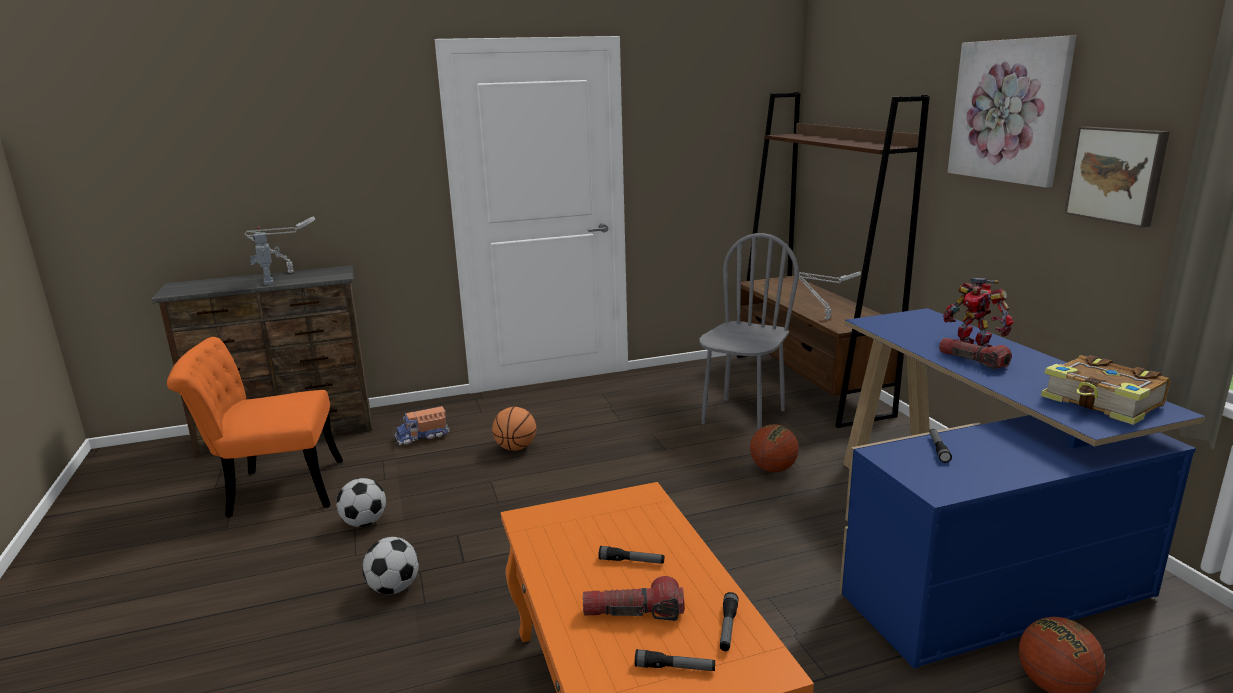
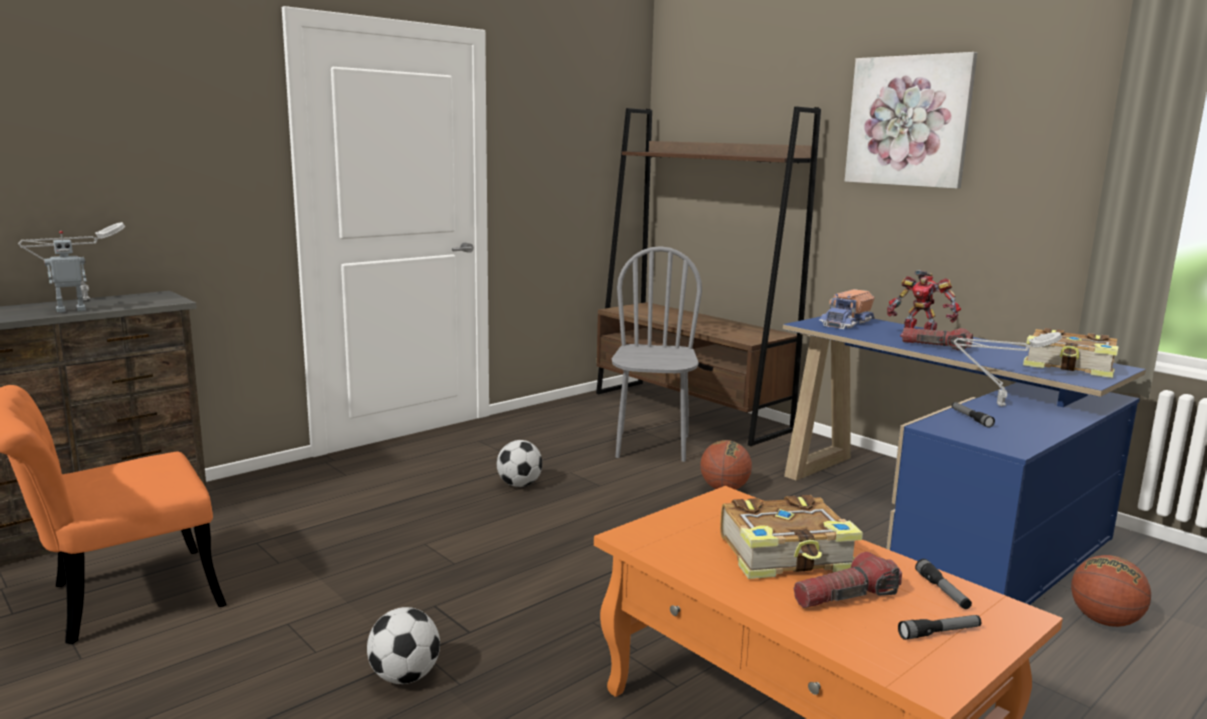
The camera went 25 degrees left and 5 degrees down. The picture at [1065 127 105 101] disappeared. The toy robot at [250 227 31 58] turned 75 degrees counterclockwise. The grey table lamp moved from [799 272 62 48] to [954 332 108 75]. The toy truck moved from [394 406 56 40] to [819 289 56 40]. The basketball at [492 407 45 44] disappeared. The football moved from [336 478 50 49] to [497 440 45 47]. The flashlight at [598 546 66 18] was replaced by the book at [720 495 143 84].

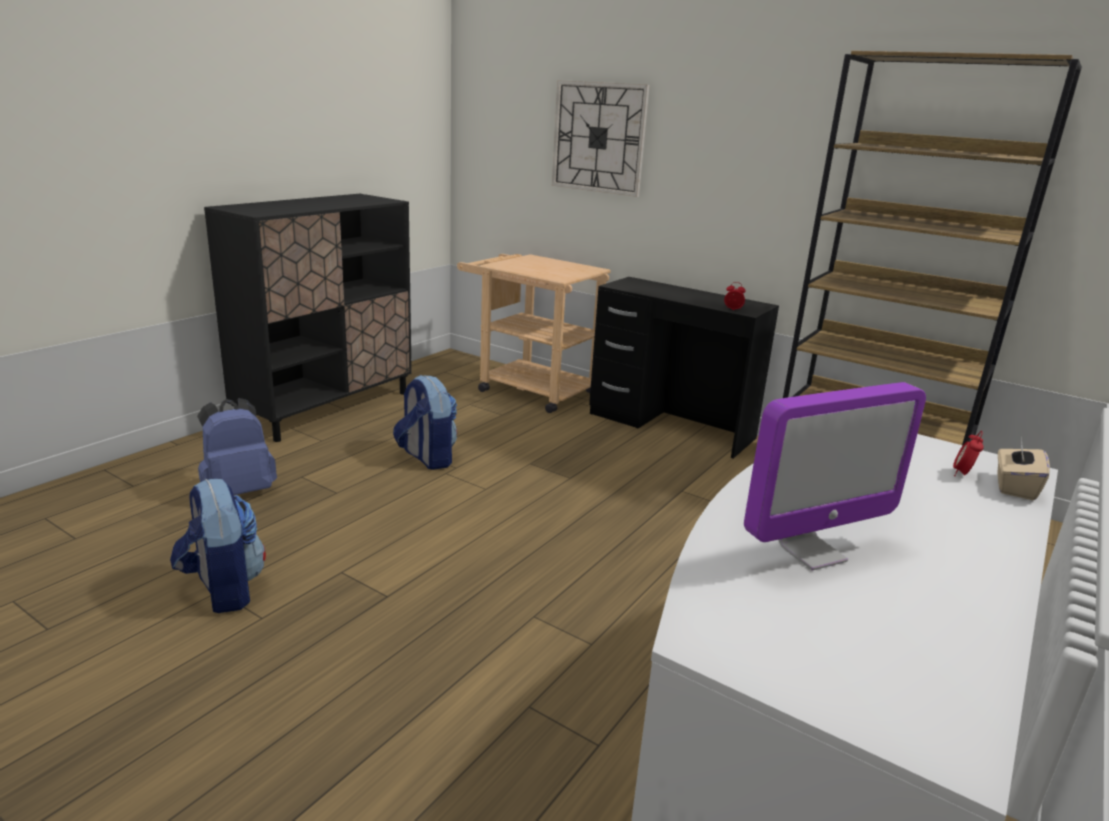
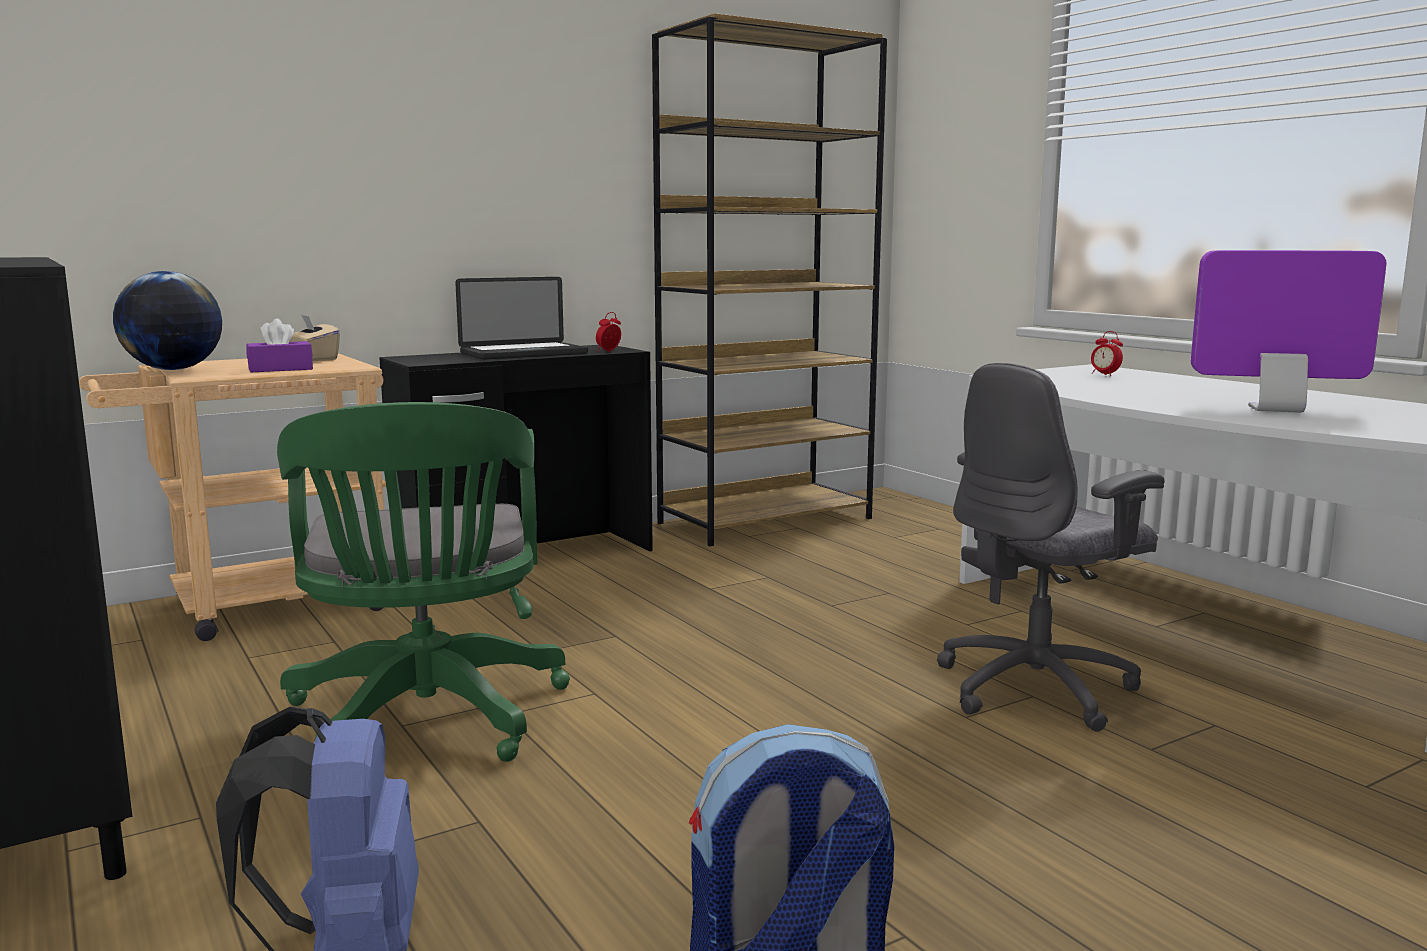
The camera went 65 degrees left and 10 degrees down. The wall clock at [552 80 98 117] disappeared. The backpack at [393 375 64 95] was replaced by the green office chair at [277 402 293 360]. The monitor at [744 382 182 188] turned 75 degrees counterclockwise. The beige tissue box moved from [997 436 53 64] to [289 314 51 47]. The globe at [113 271 109 99] appeared. The laptop at [455 277 133 83] appeared. The purple tissue box at [246 318 67 54] appeared. The grey office chair at [937 363 227 369] appeared.

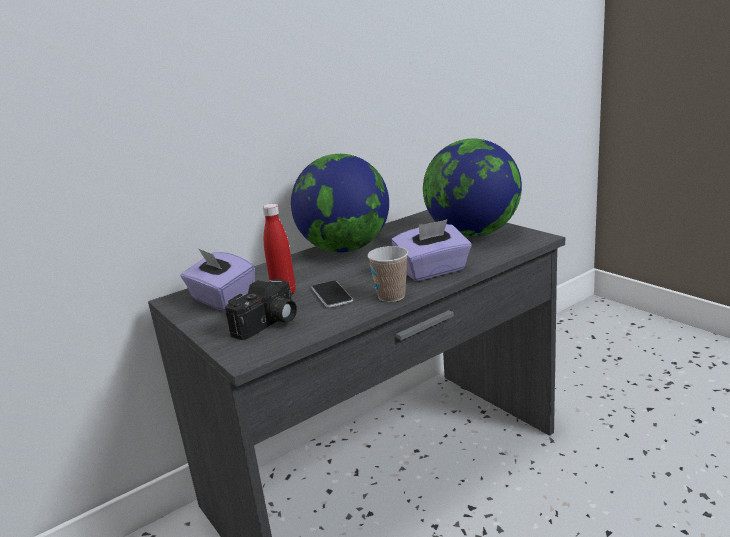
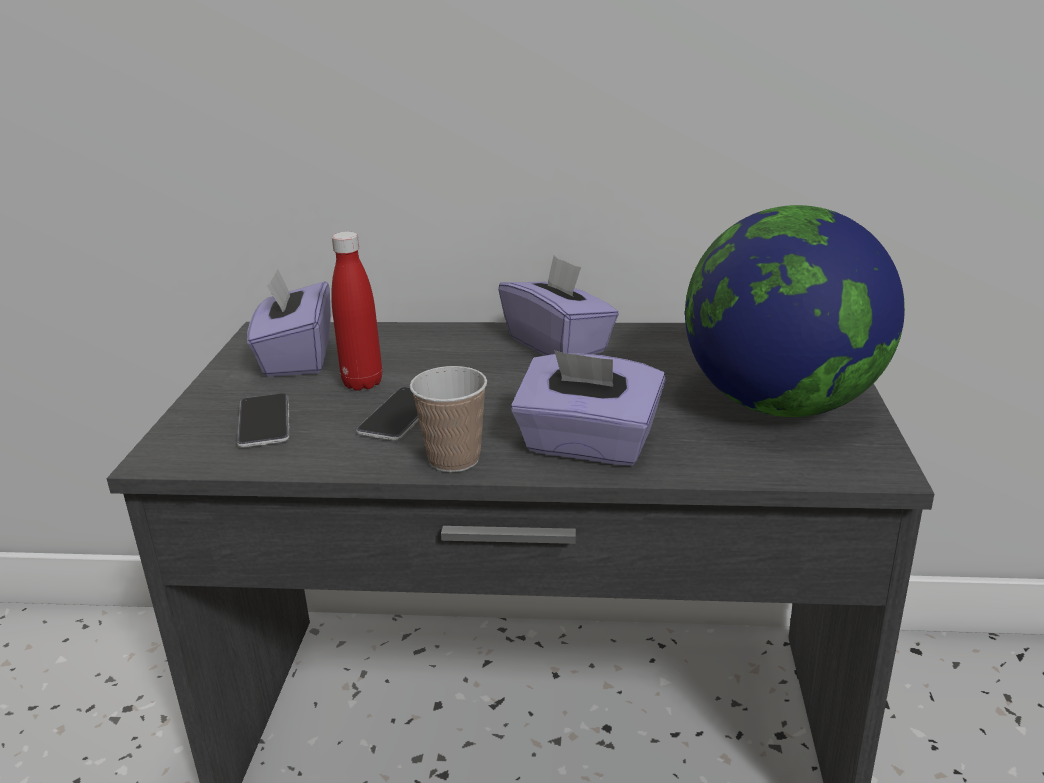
The camera went 40 degrees right and 5 degrees up. The globe at [291 154 98 99] was replaced by the purple tissue box at [498 255 121 101]. The photo camera at [225 279 72 61] was replaced by the phone at [237 393 52 55].

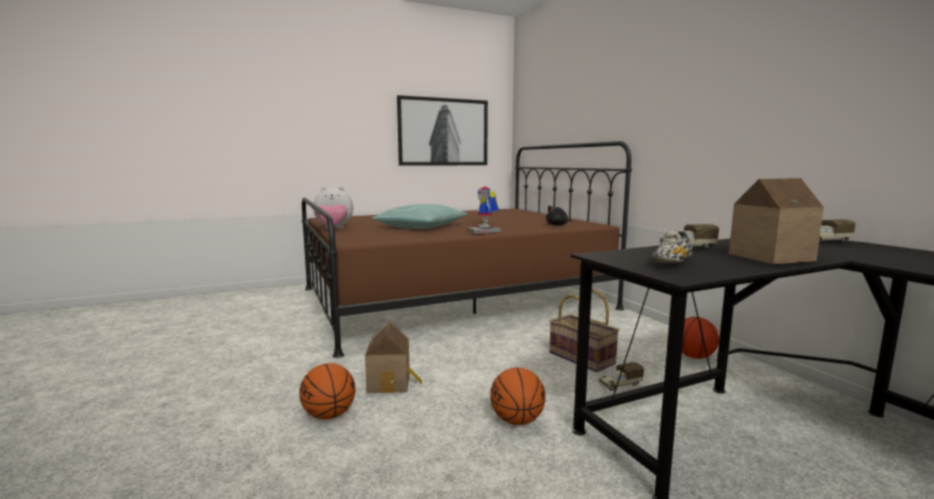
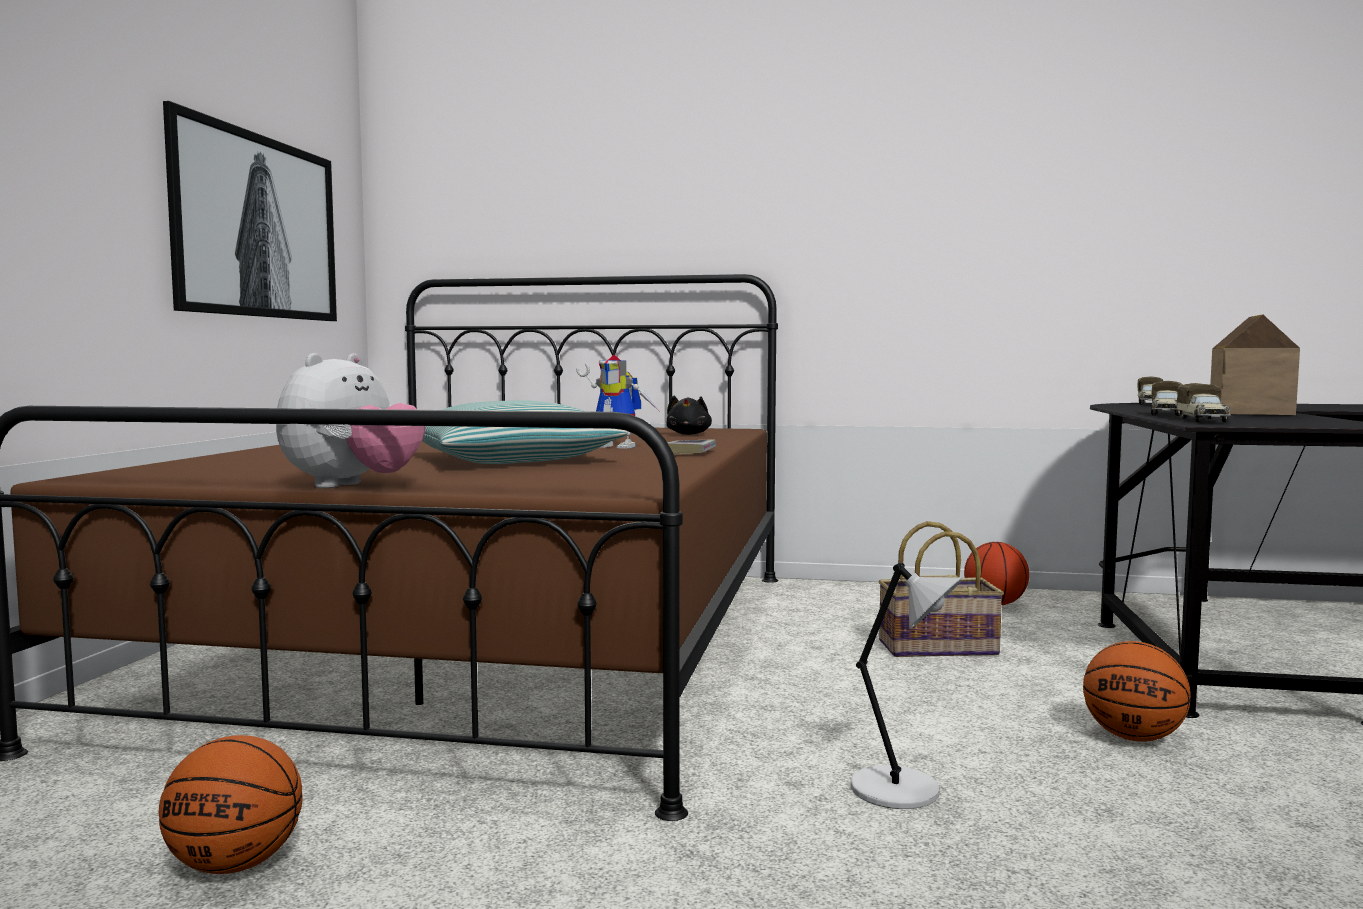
The camera went 55 degrees left and 5 degrees down. The shoe at [651 230 41 33] disappeared. The toy house at [365 322 57 71] was replaced by the grey table lamp at [851 562 111 247]. The toy truck moved from [599 362 45 29] to [1177 383 54 40]. The basketball moved from [299 363 56 56] to [159 735 143 139].

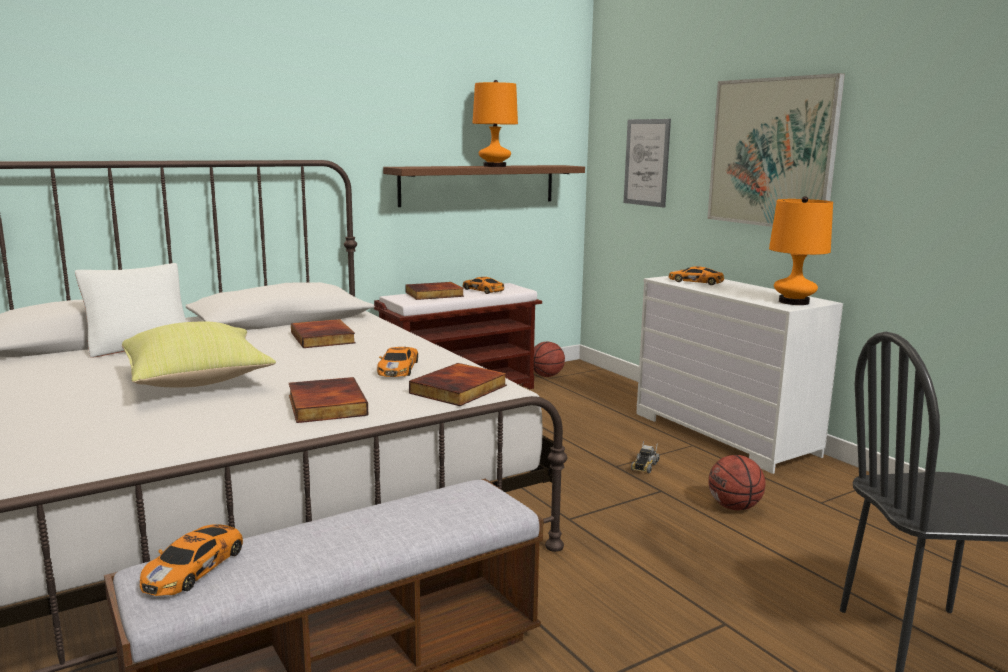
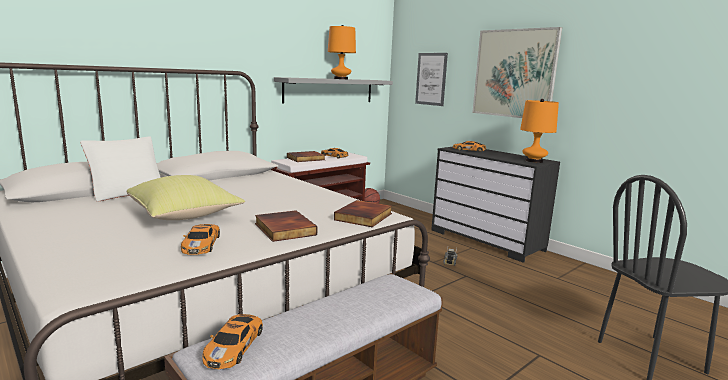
The camera went 10 degrees left and 0 degrees up. The brown shelf at [383 165 202 42] became the grey shelf at [274 77 119 26]. The white dresser at [636 276 207 198] became the black dresser at [431 147 129 116]. The book at [291 319 65 29] disappeared. The toy car moved from [377 347 41 30] to [181 224 39 31]. The basketball at [709 455 56 55] disappeared.

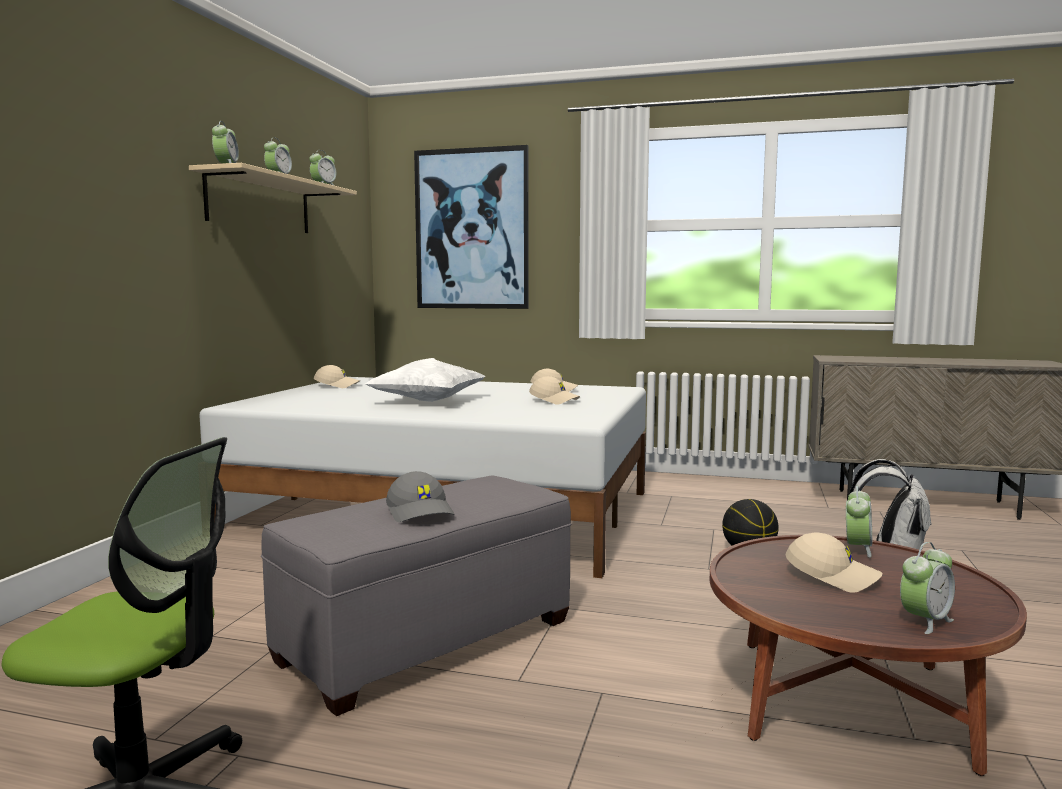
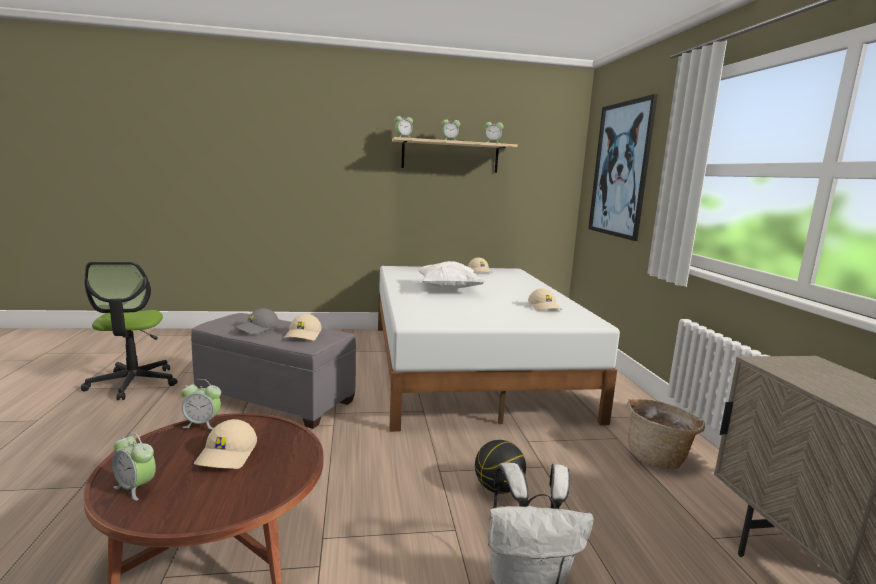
The camera went 65 degrees right and 5 degrees up. The beige cap moved from [529 376 51 29] to [284 314 38 26]. The alarm clock moved from [846 486 26 71] to [181 379 40 50]. The basket at [627 399 78 70] appeared.

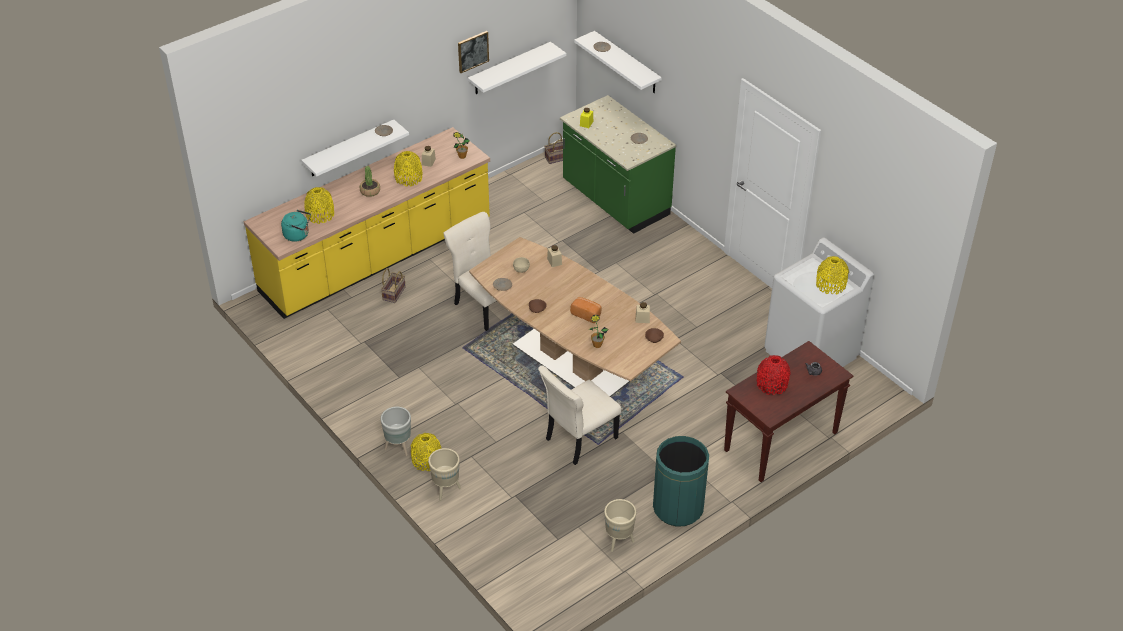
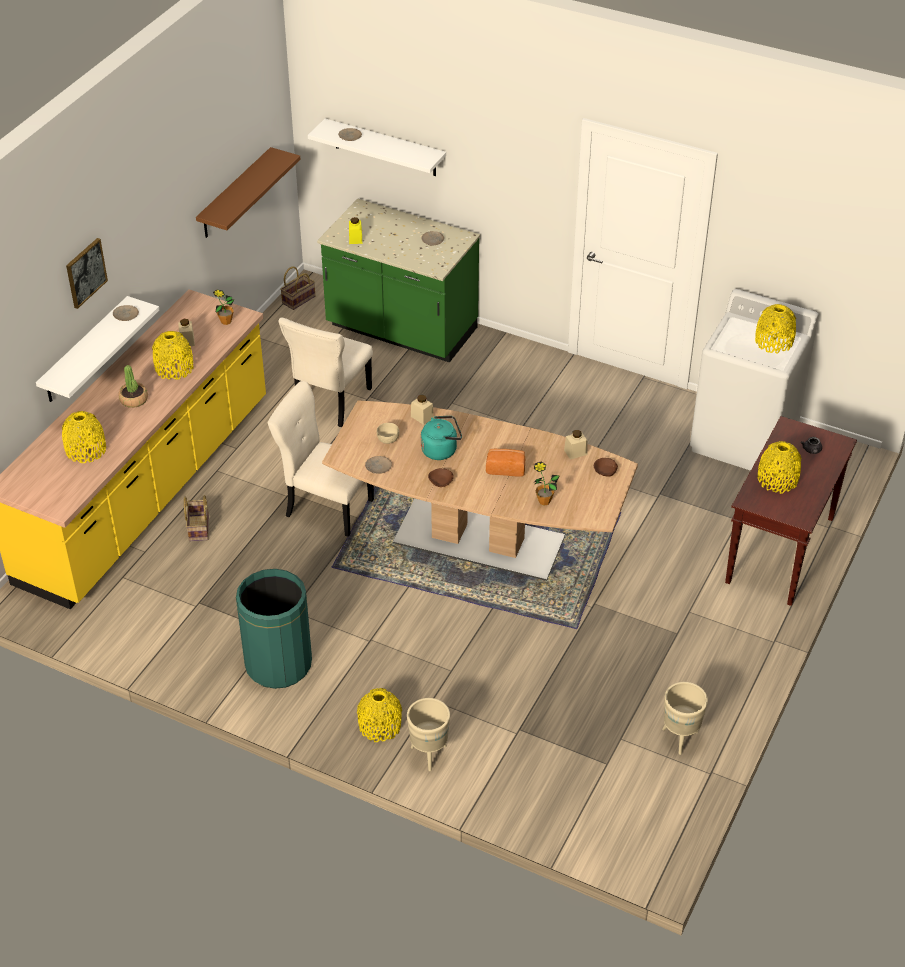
The camera went 25 degrees left and 0 degrees up. The picture moved from [458 31 31 42] to [66 238 42 71]. The white shelf at [468 42 98 52] became the brown shelf at [196 147 104 91]. The turquoise kettle moved from [281 210 30 32] to [421 416 41 44]. The red vase at [757 355 34 40] became the yellow vase at [758 441 44 53]. The beige chair moved from [538 366 83 99] to [278 318 95 109]. The grey planter at [381 407 30 49] disappeared. The green trash can moved from [653 436 56 91] to [236 569 76 120].

